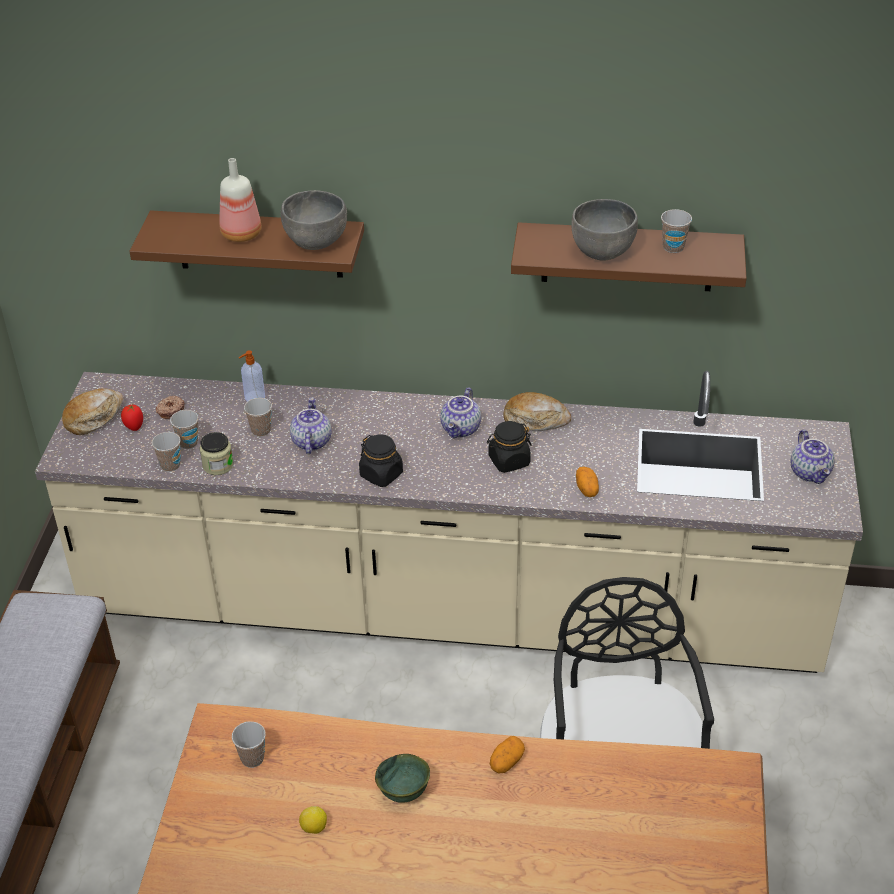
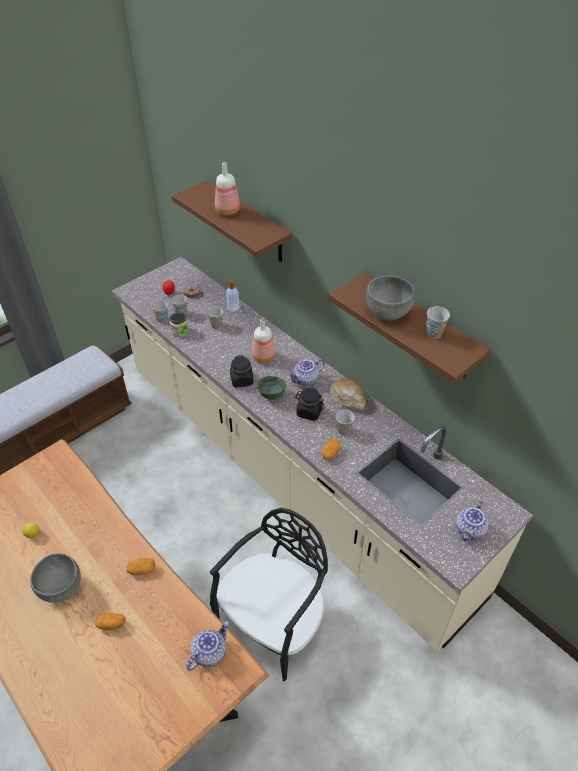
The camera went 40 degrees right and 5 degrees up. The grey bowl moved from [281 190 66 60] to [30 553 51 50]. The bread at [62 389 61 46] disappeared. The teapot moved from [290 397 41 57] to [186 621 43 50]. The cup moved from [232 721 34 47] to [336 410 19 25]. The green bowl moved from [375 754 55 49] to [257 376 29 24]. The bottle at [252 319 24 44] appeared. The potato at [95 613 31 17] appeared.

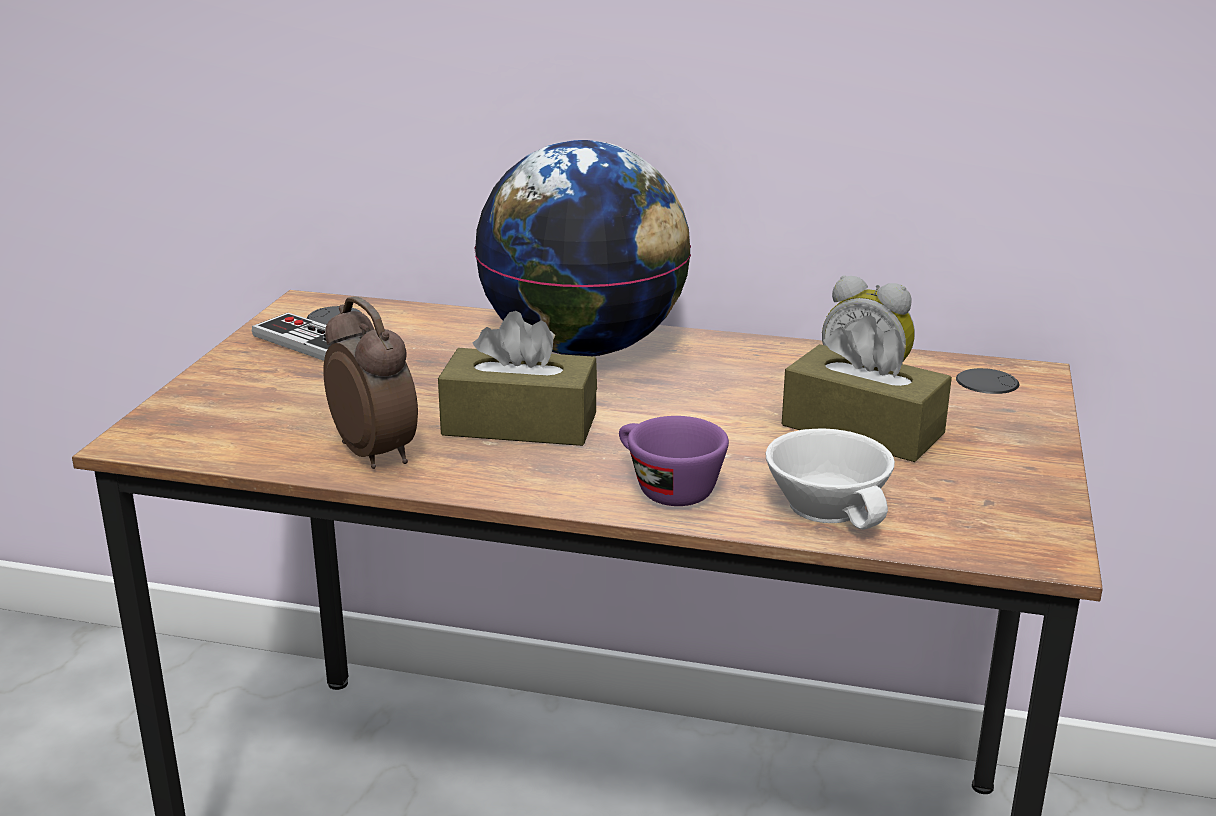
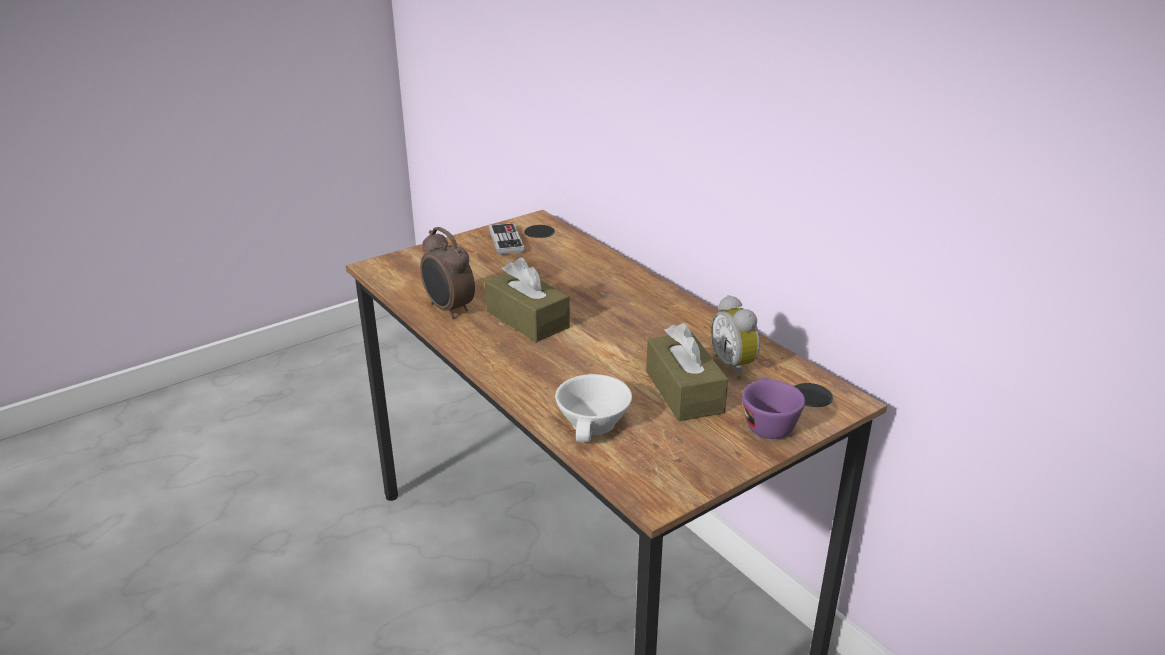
The camera went 40 degrees right and 5 degrees up. The globe at [474 140 217 216] disappeared. The alarm clock at [323 296 95 173] turned 135 degrees clockwise. The purple cup moved from [619 416 110 90] to [742 378 63 61].

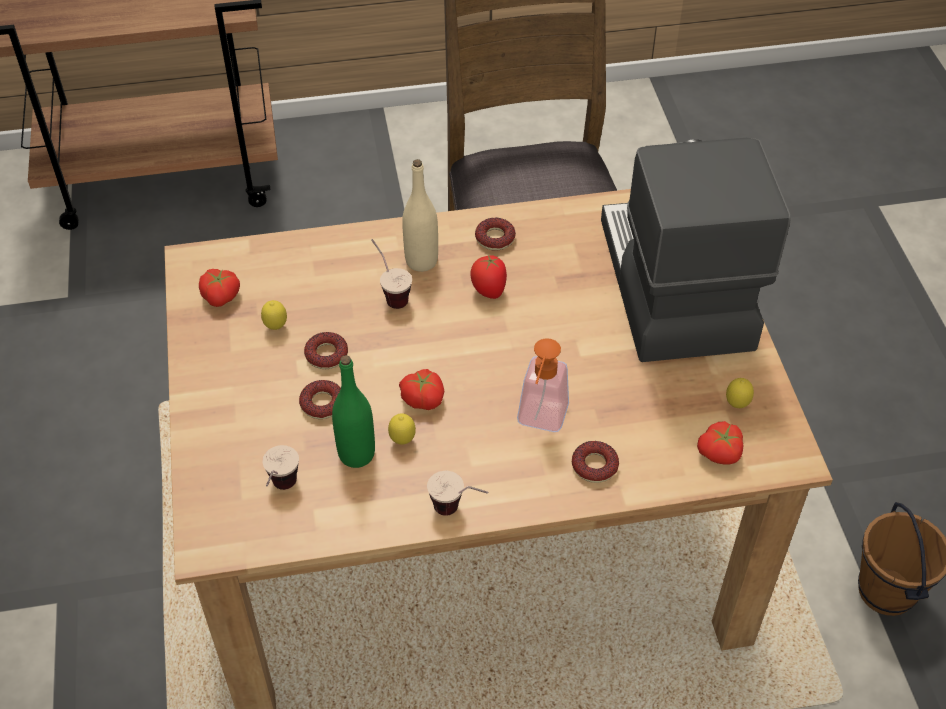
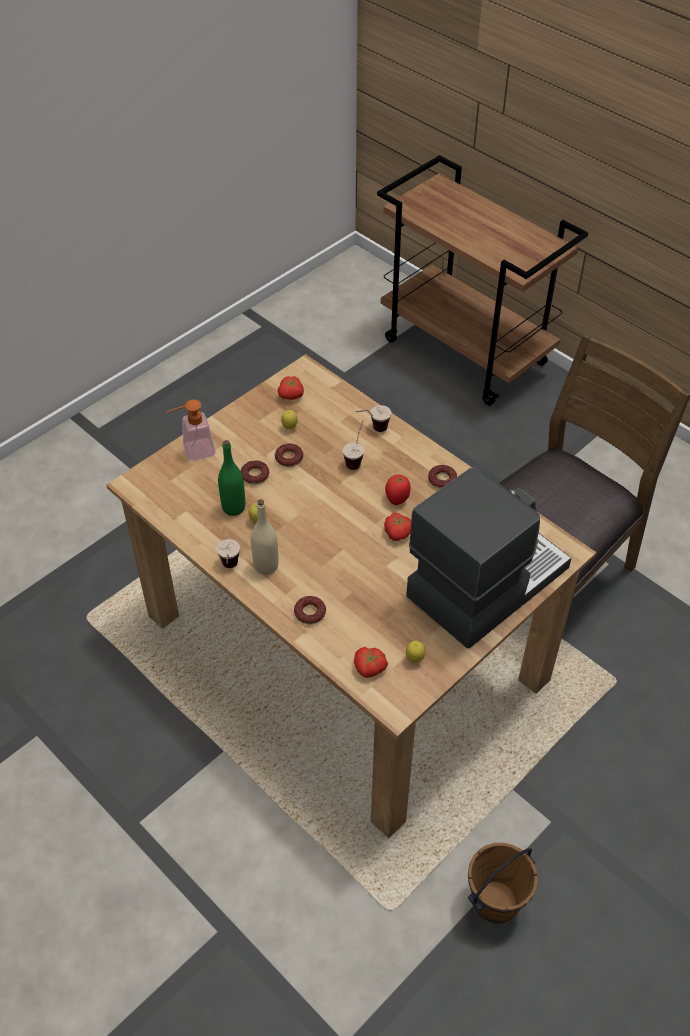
The camera went 55 degrees right and 0 degrees up. The beige bottle moved from [402 159 36 113] to [251 499 28 76]. The soap dispenser moved from [517 338 52 94] to [166 399 50 62]. The tomato moved from [399 369 46 41] to [384 513 27 28]. The cup moved from [262 445 37 45] to [356 405 35 27].

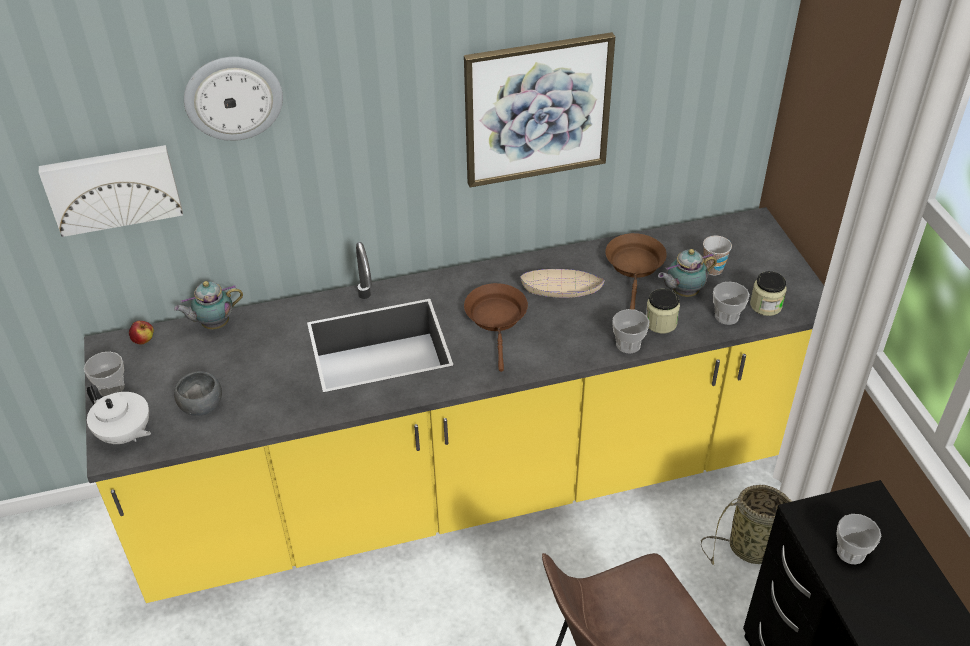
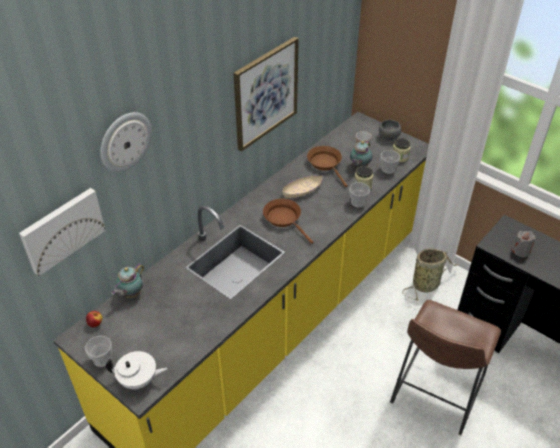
The camera went 35 degrees left and 0 degrees up. The grey bowl moved from [174 371 48 45] to [379 120 22 20]. The cup at [836 514 45 50] was replaced by the grey candle at [512 231 23 27].

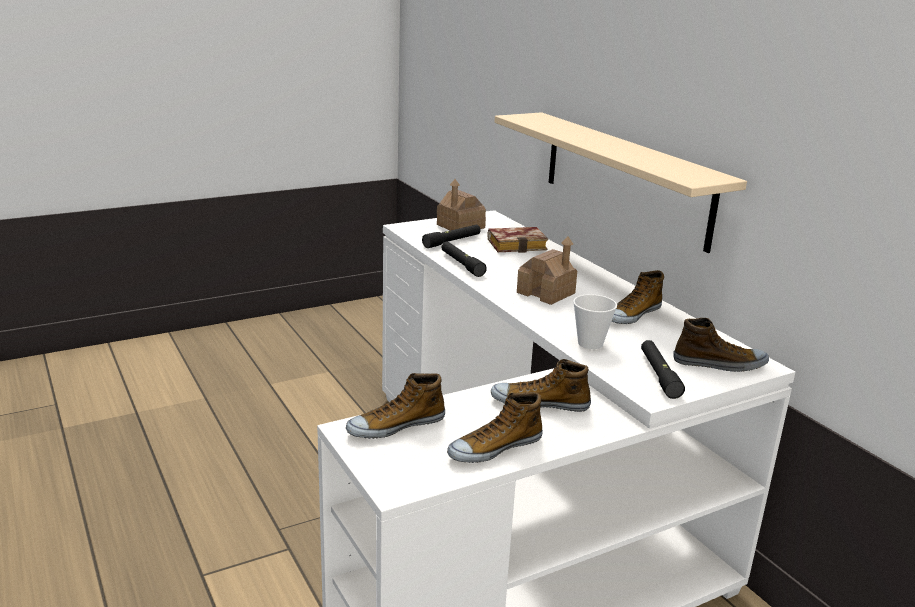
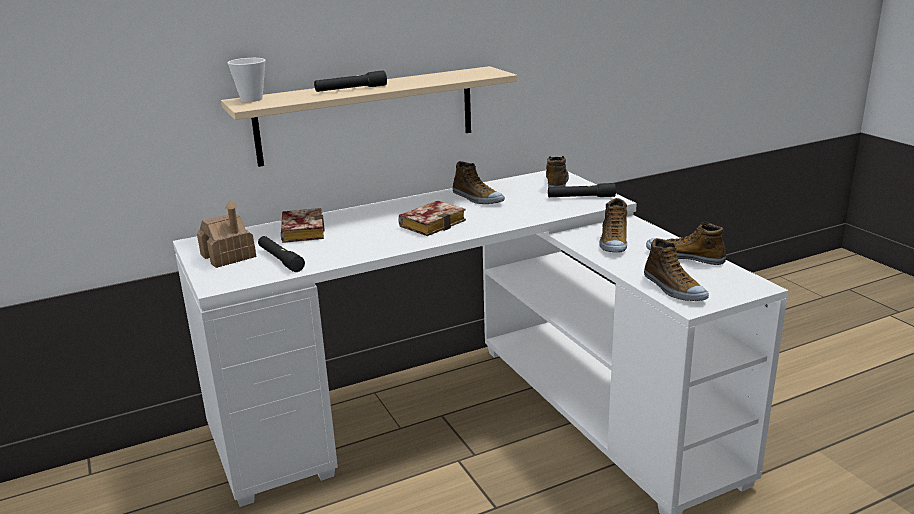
The camera went 85 degrees left and 0 degrees up. The toy house at [517 236 60 69] was replaced by the book at [398 201 68 35]. The black flashlight moved from [441 242 46 35] to [314 70 73 22]. The cup moved from [573 294 44 55] to [228 58 38 44]. The shoe at [447 392 96 71] turned 150 degrees clockwise.

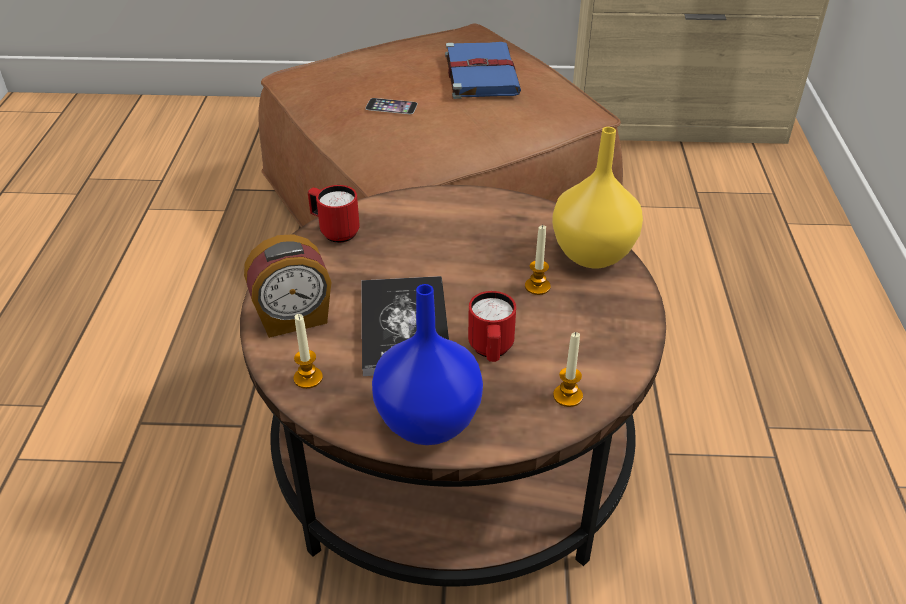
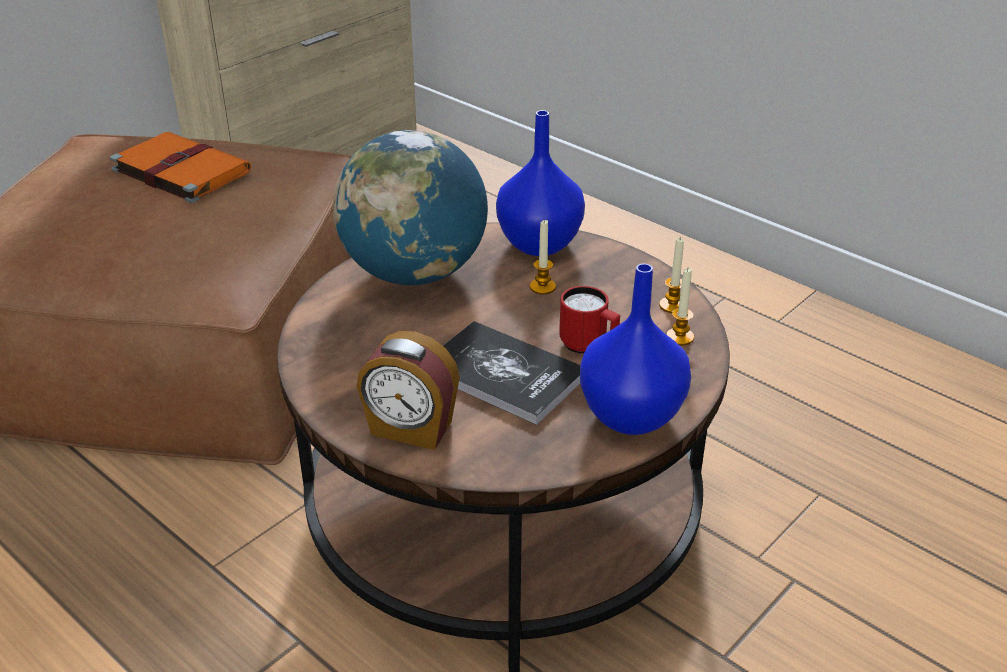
The camera went 50 degrees left and 5 degrees down. The blue book at [445 42 76 57] became the orange book at [110 132 141 71]. The phone at [365 98 53 16] disappeared. The yellow vase at [552 127 91 141] became the blue vase at [496 110 89 146]. The red mug at [308 185 52 58] disappeared. The alarm clock at [244 234 88 104] turned 90 degrees clockwise. The candle moved from [294 314 29 75] to [659 238 25 75]. The globe at [333 130 155 155] appeared.

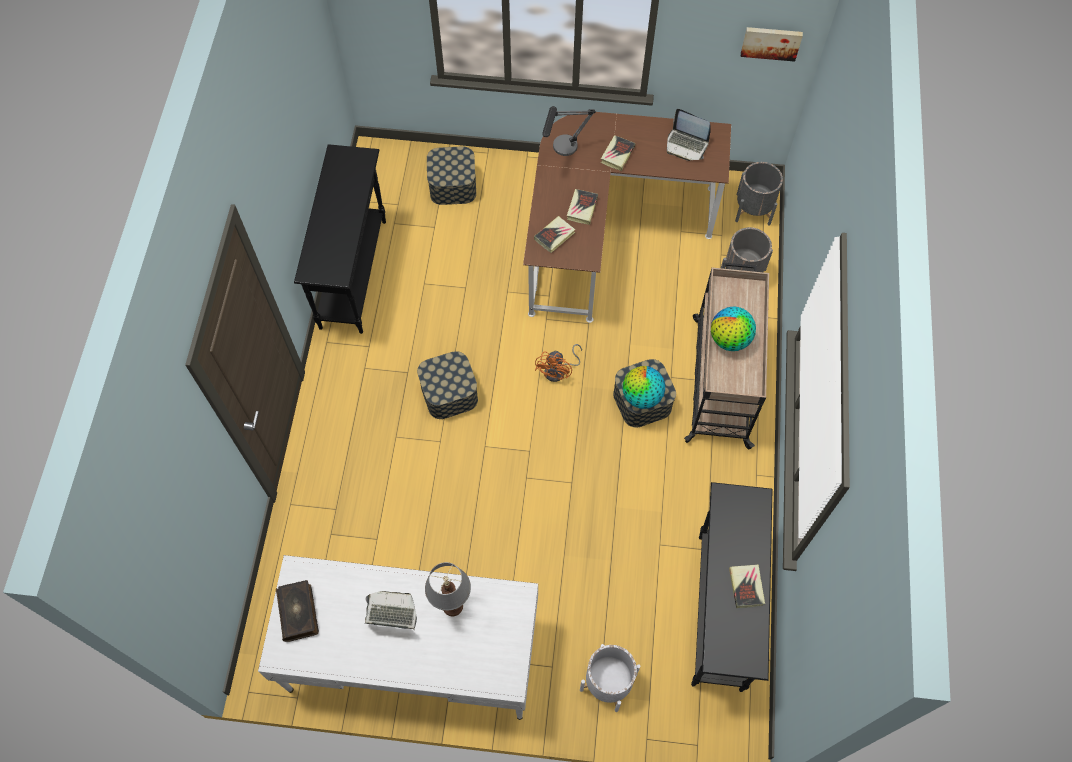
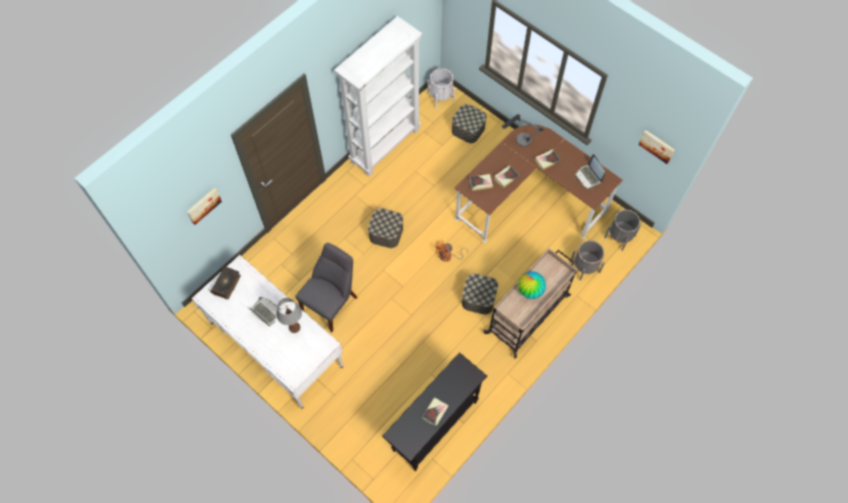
The camera went 35 degrees right and 0 degrees up. The black console table at [294 144 92 190] was replaced by the white bookcase at [334 16 89 160]. The globe at [622 366 43 43] disappeared. The white planter moved from [580 644 60 68] to [427 68 29 40]. The picture at [187 188 35 37] appeared. The grey chair at [295 243 63 89] appeared.

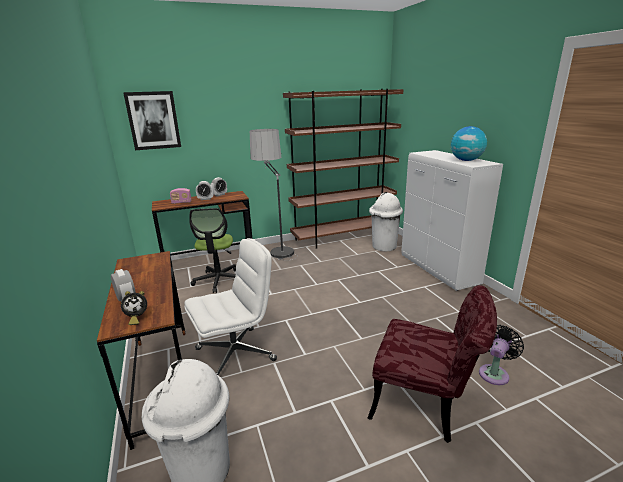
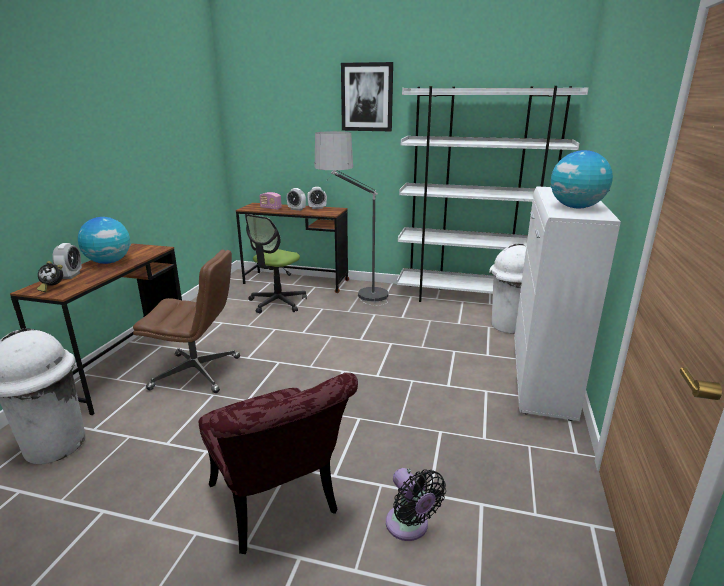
The camera went 35 degrees right and 0 degrees up. The brown bookcase at [283 89 121 160] became the white bookcase at [397 86 192 216]. The picture moved from [123 91 58 59] to [341 62 52 69]. The white office chair at [184 238 93 138] became the brown office chair at [133 250 107 143]. The black fan at [479 325 45 60] turned 75 degrees clockwise. The globe at [78 217 53 47] appeared.

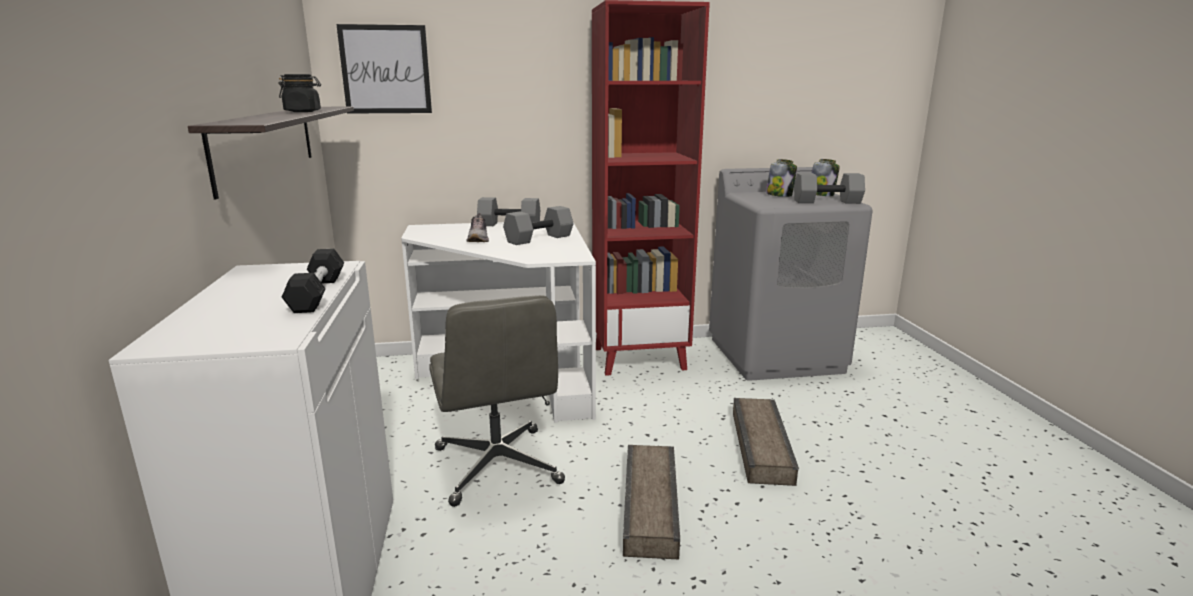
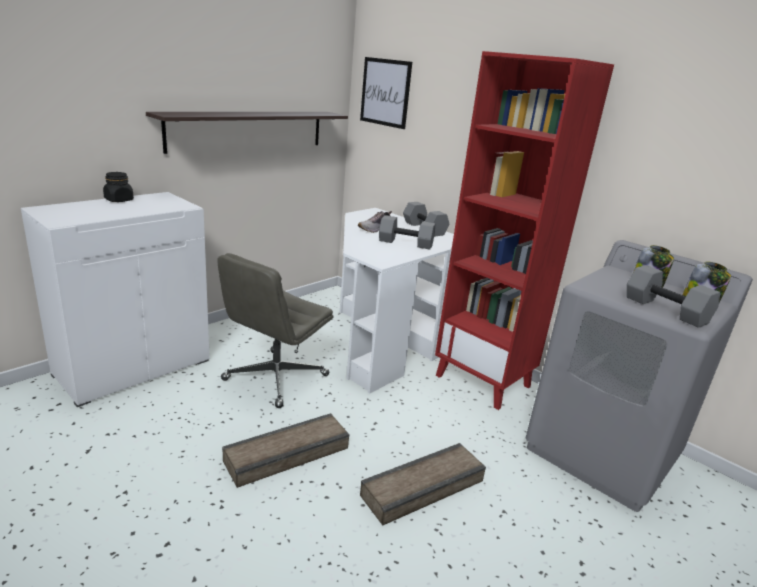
The camera went 50 degrees right and 5 degrees up. The black jar moved from [278 74 43 38] to [103 172 31 30]. The black dumbbell at [282 249 62 64] disappeared.

